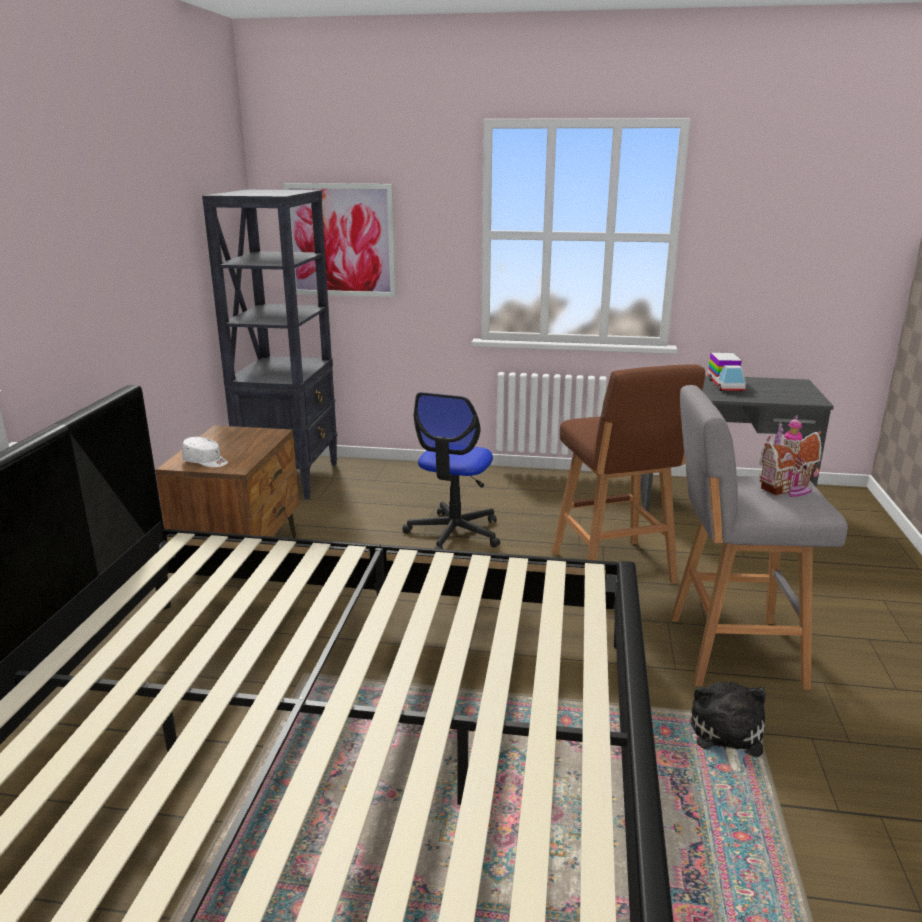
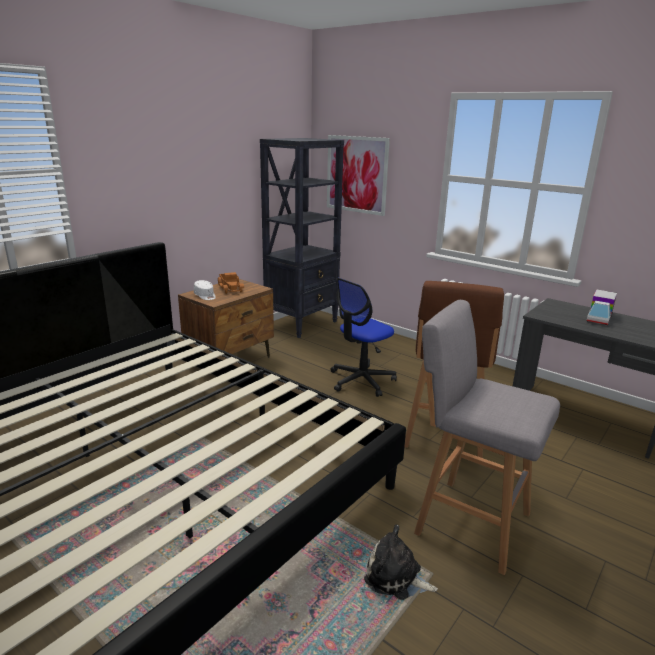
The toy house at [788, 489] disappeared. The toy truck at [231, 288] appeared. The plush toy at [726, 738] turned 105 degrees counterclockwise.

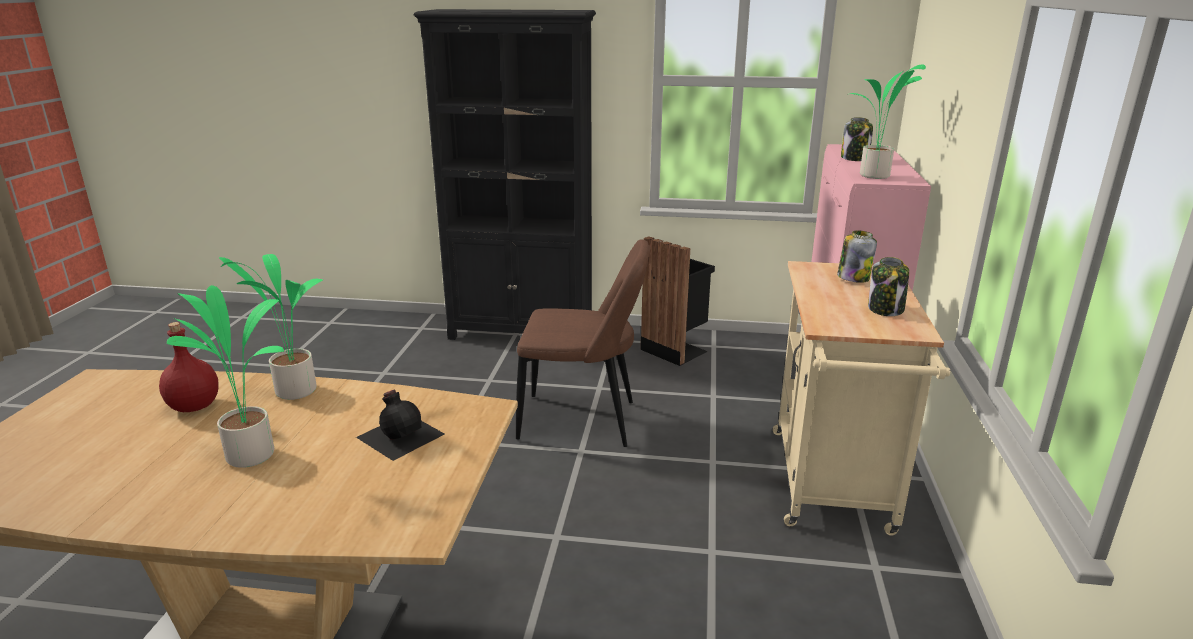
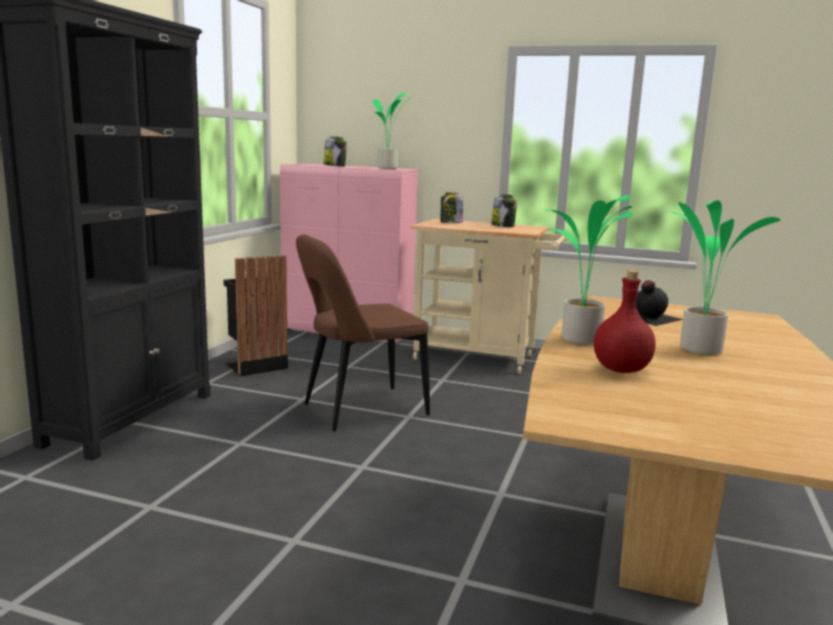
The brown chair at [583, 421] turned 135 degrees counterclockwise.

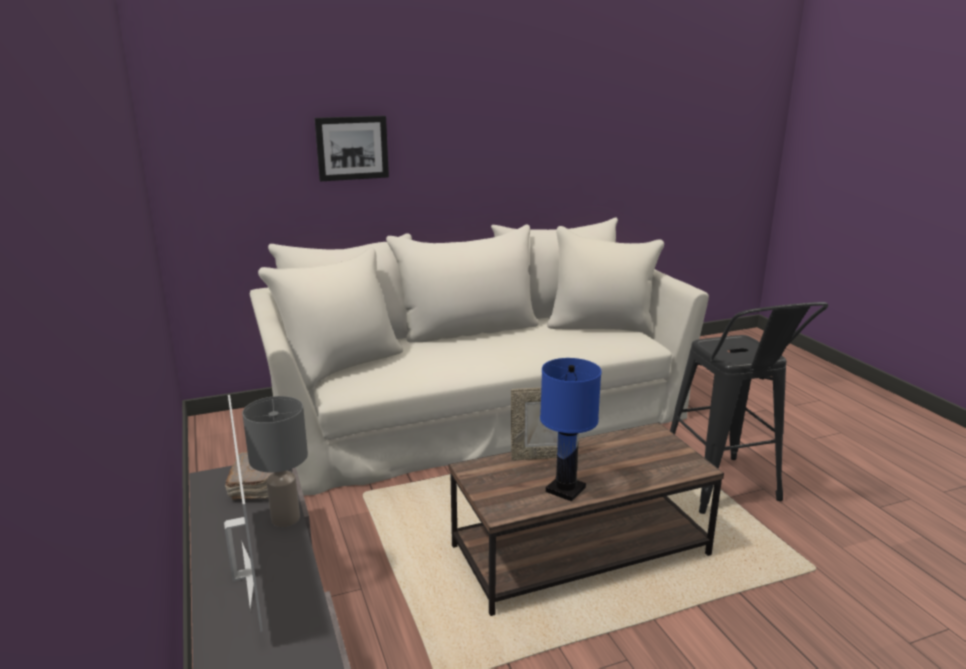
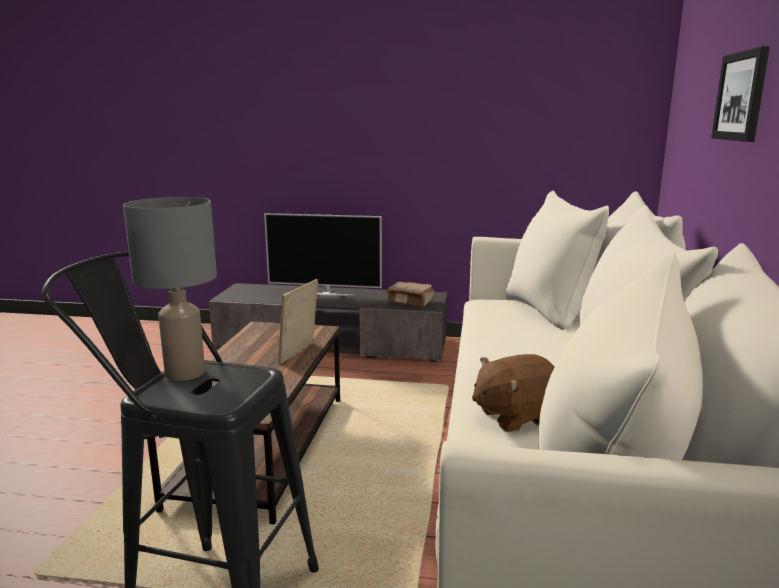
The blue table lamp at [566, 489] disappeared. The brown plush toy at [515, 416] appeared. The grey table lamp moved from [285, 518] to [186, 373].

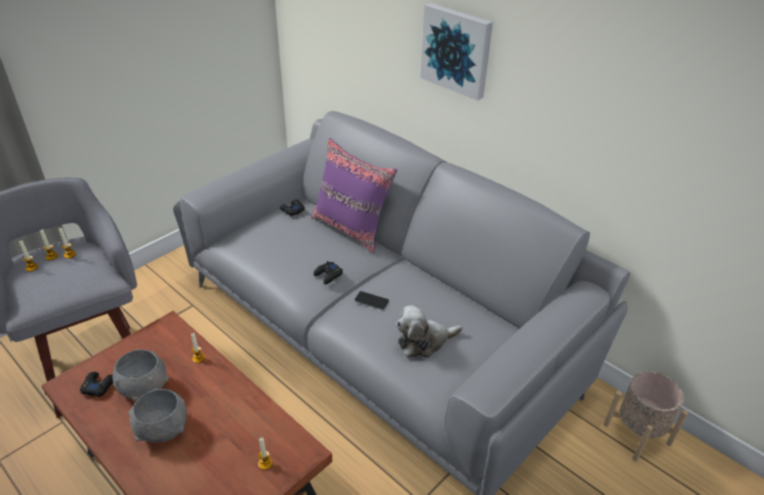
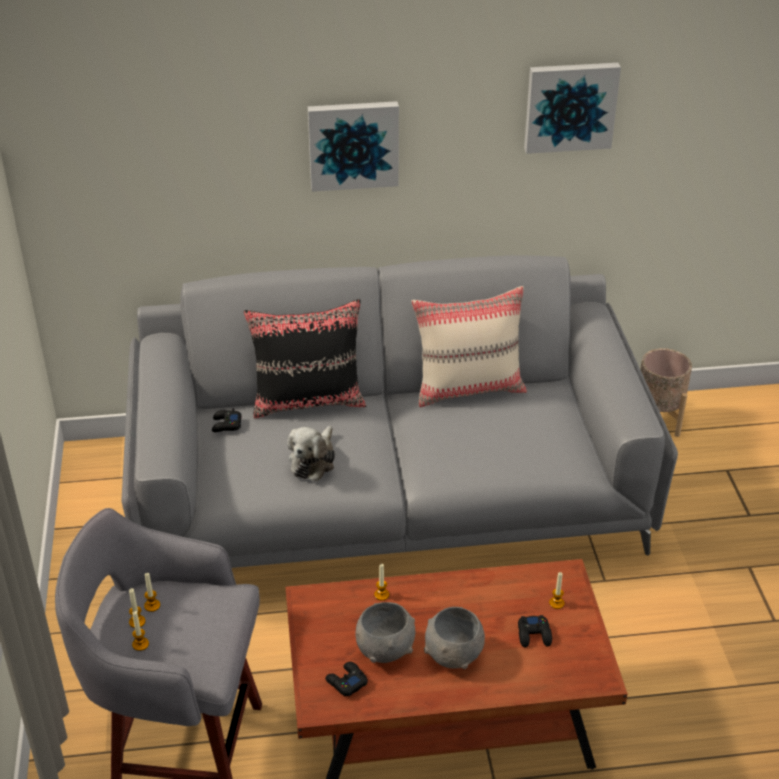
The phone at [371, 301] disappeared. The beige pillow at [469, 388] appeared. The picture at [570, 106] appeared. The black game controller moved from [328, 275] to [534, 635]. The plush toy moved from [424, 342] to [313, 461]. The purple pillow at [351, 228] became the black pillow at [308, 401].

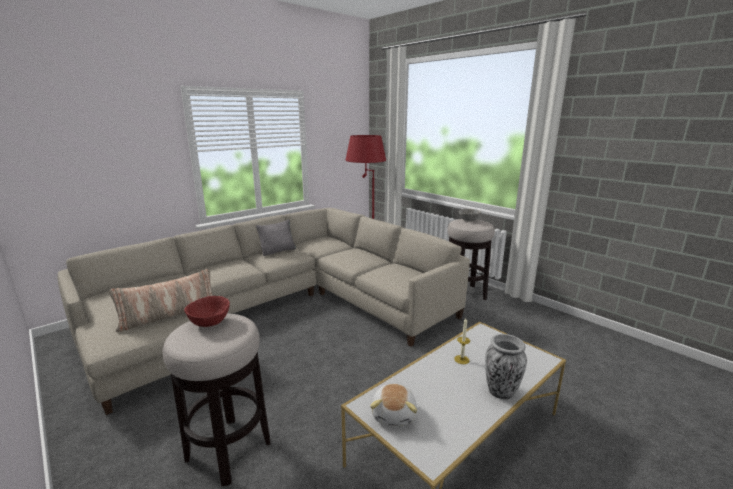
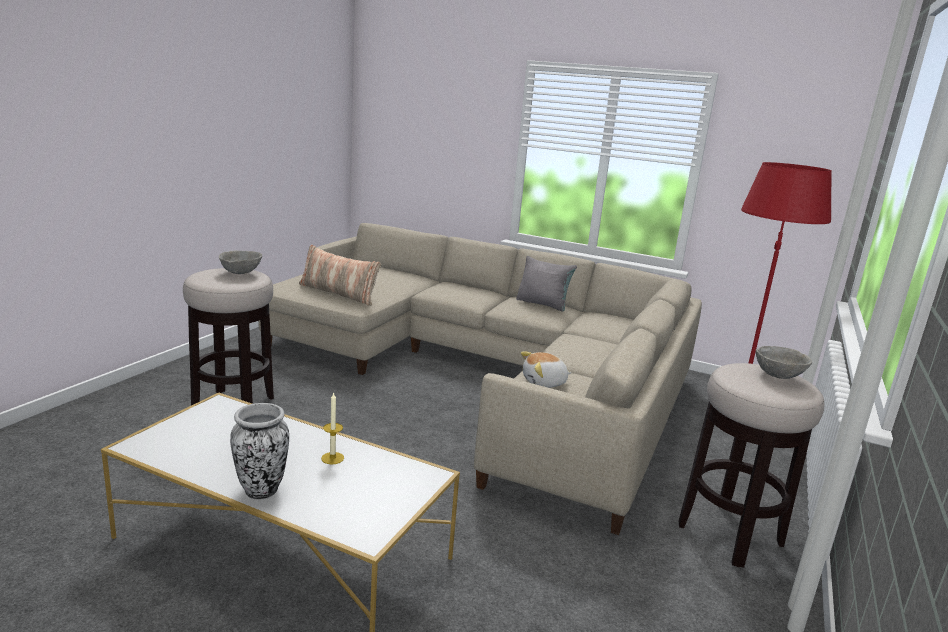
The plush toy moved from [395, 414] to [544, 383]. The red bowl at [210, 322] became the grey bowl at [241, 273].

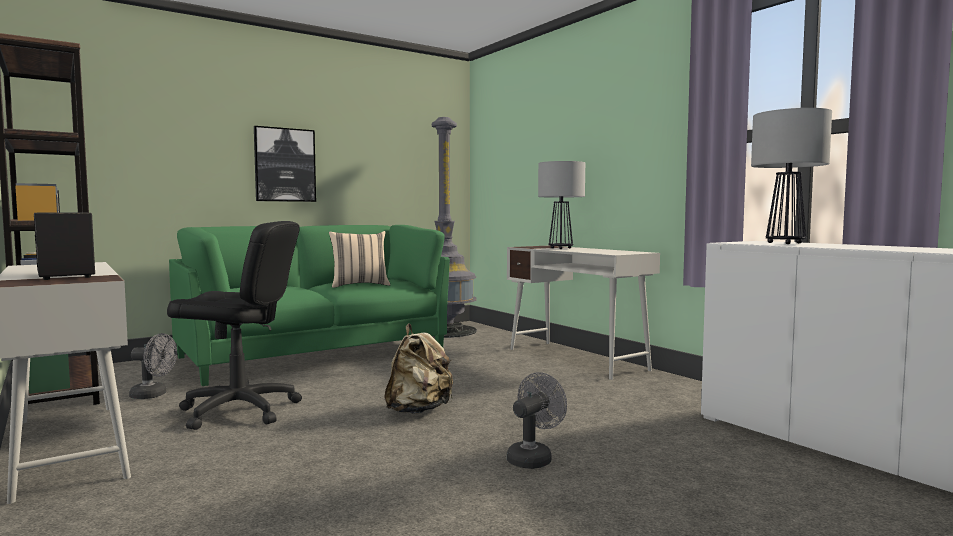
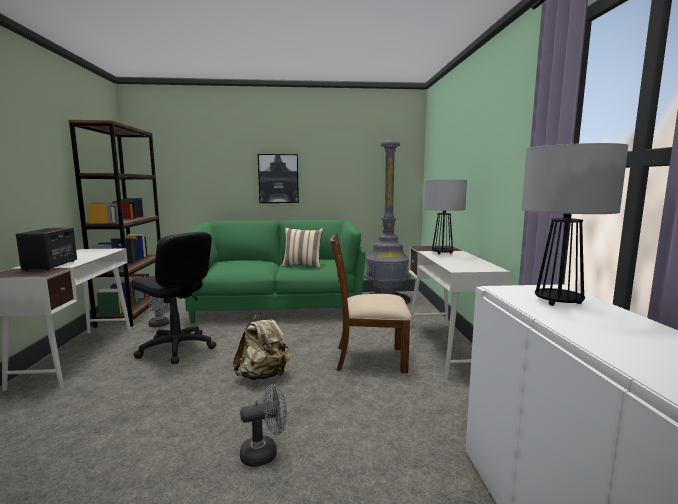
The brown chair at [369, 358] appeared.

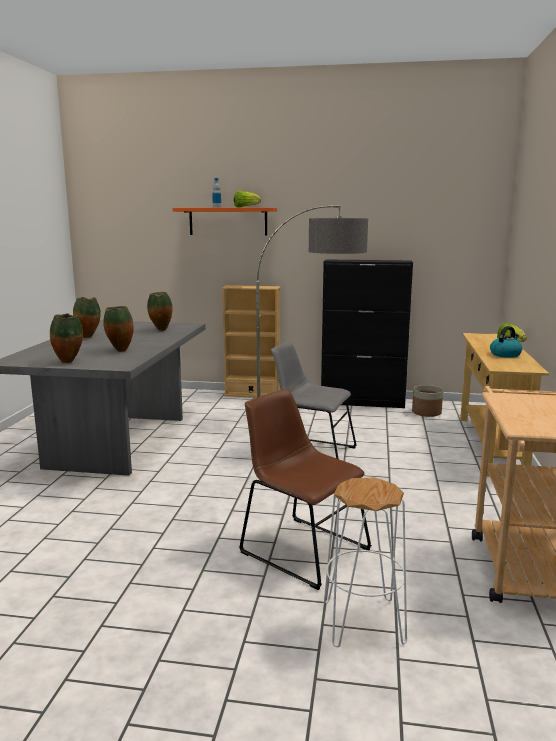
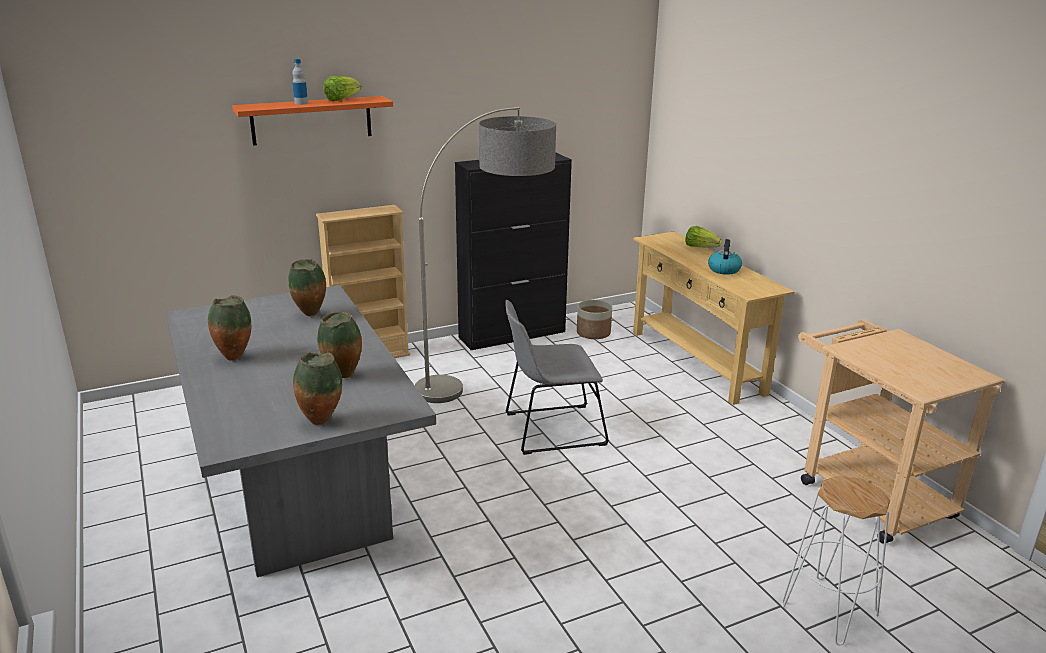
The brown chair at [300, 548] disappeared.

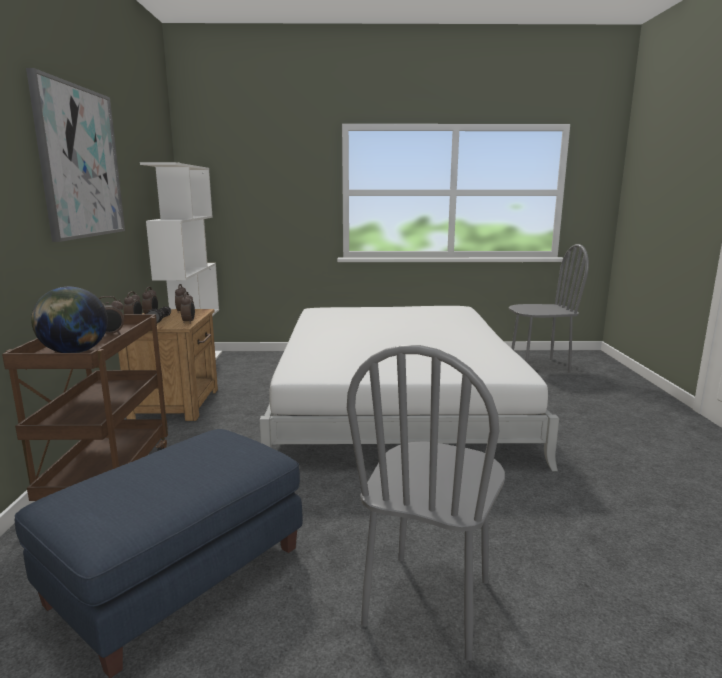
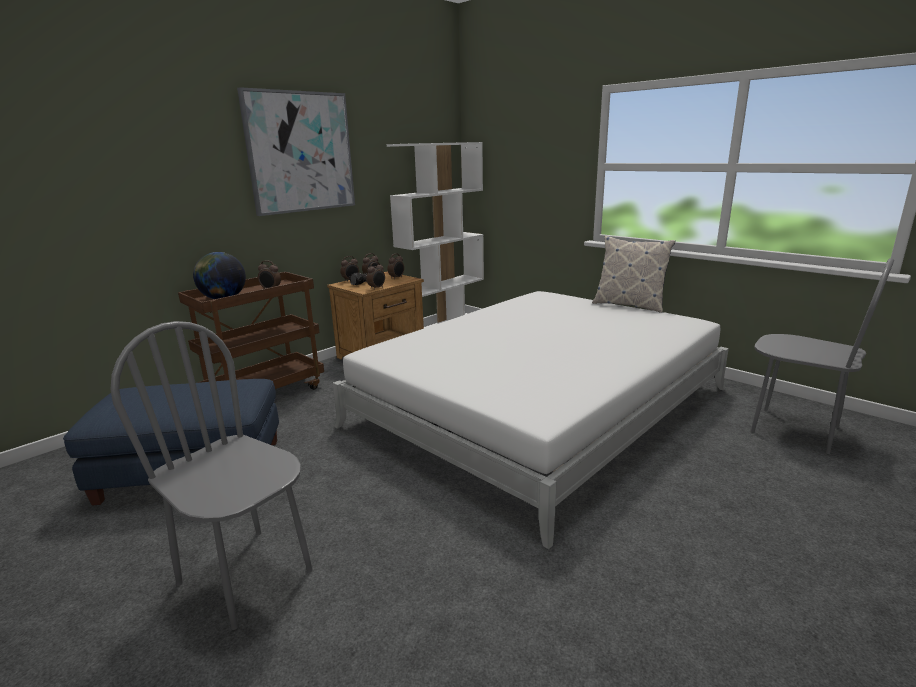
The pillow at [629, 305] appeared. The grey chair at [429, 602] turned 60 degrees clockwise.

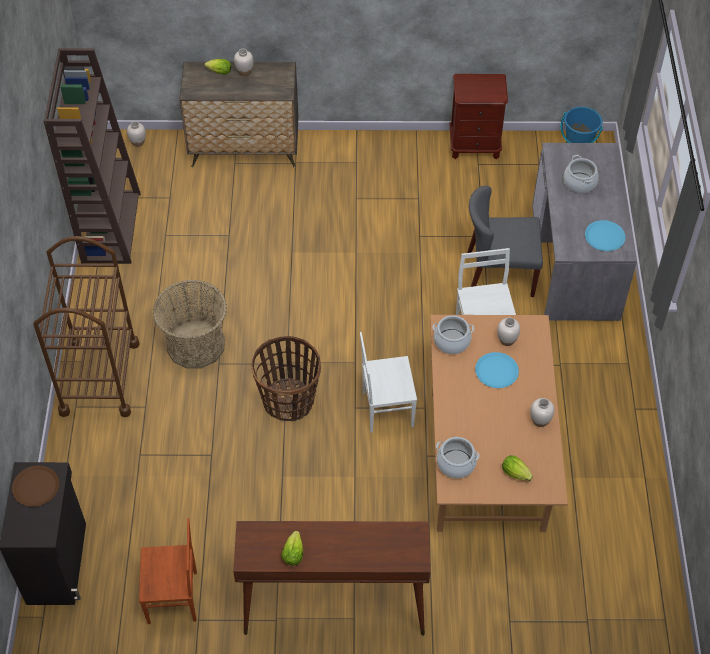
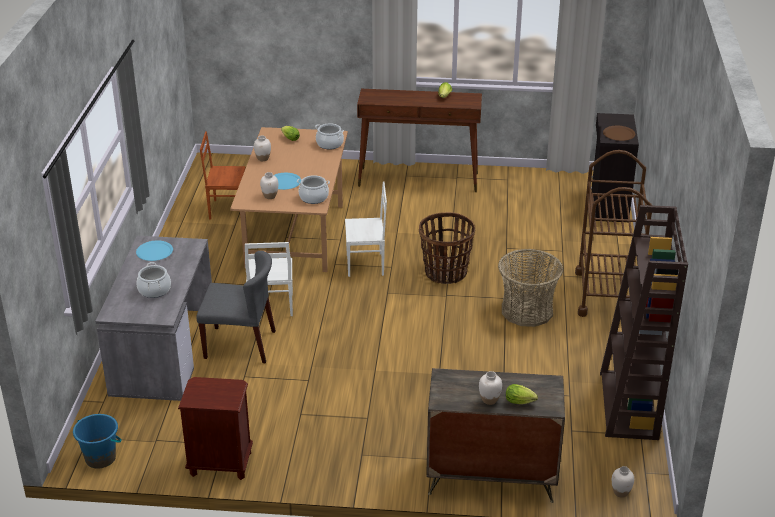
The brown chair moved from [174, 598] to [227, 209].

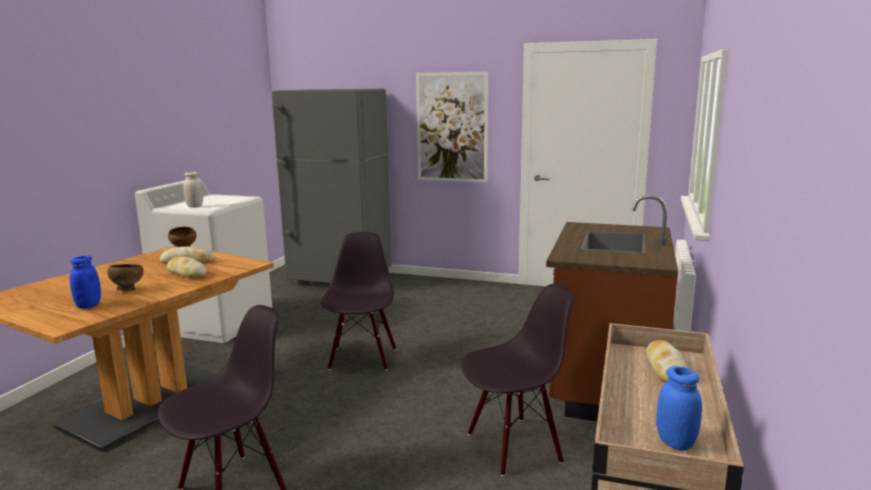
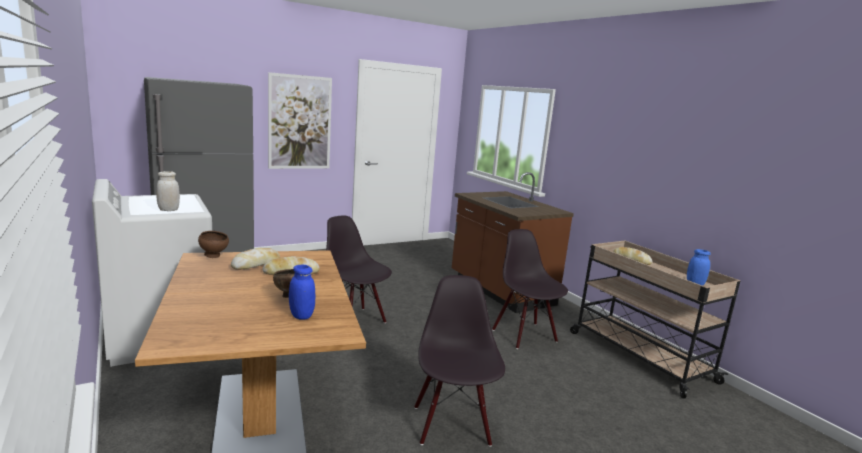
The black chair at [514, 446] turned 45 degrees counterclockwise.

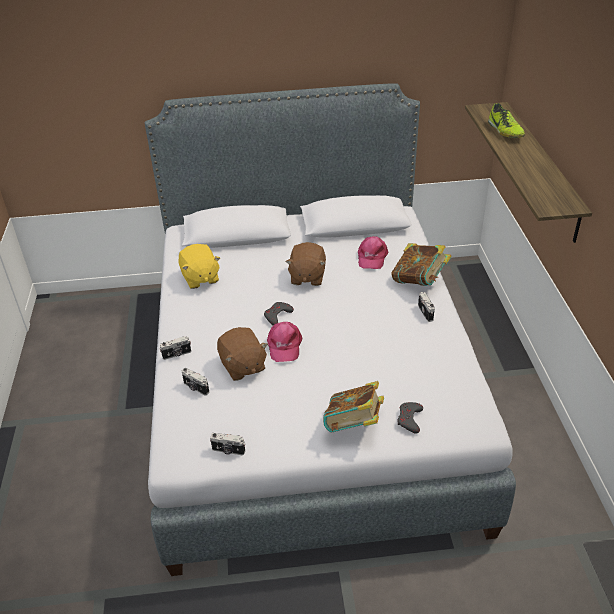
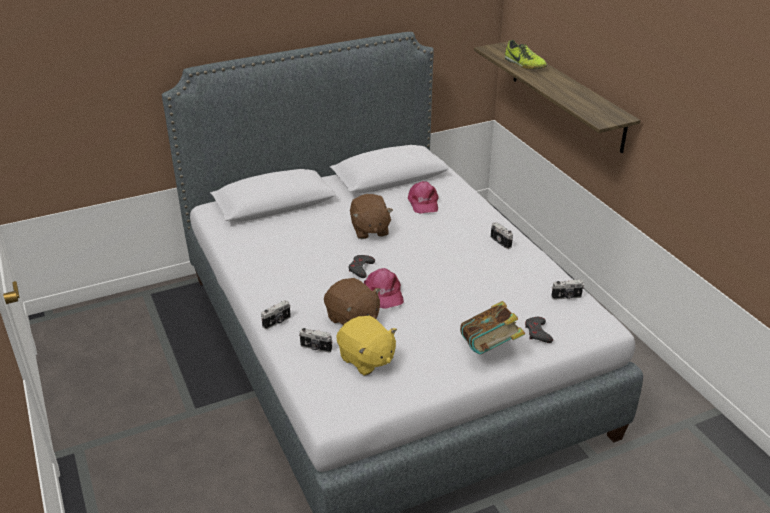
The book at [419, 281] disappeared. The yellow plush toy moved from [200, 278] to [366, 359]. The photo camera moved from [228, 451] to [566, 297].

